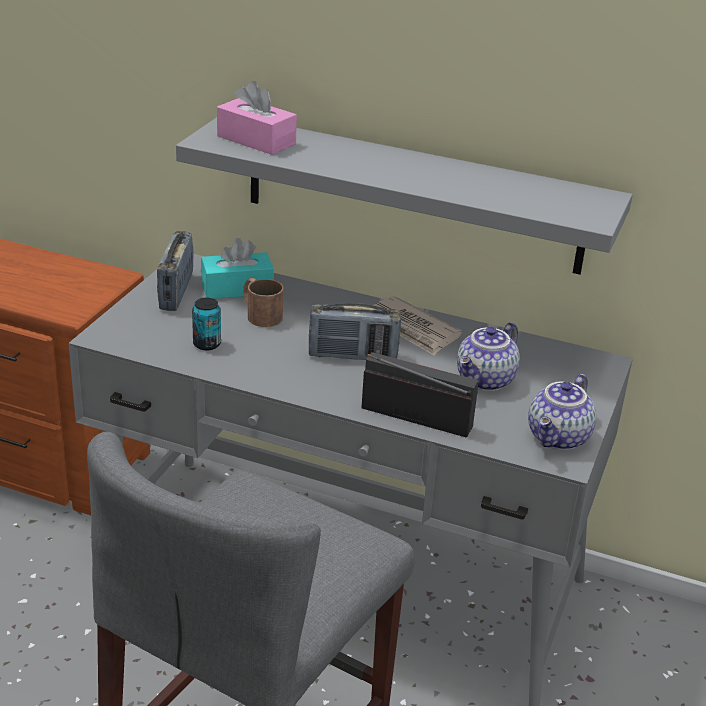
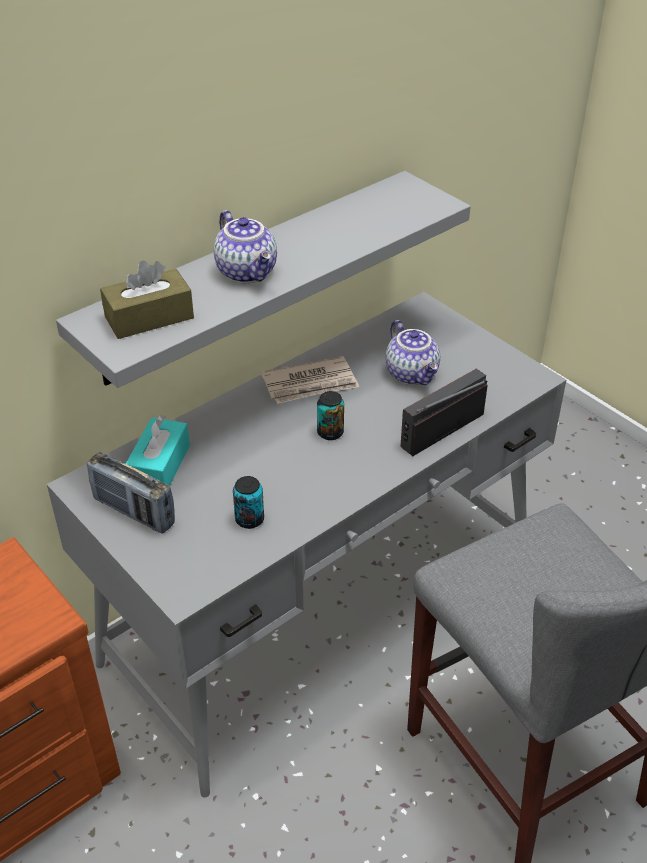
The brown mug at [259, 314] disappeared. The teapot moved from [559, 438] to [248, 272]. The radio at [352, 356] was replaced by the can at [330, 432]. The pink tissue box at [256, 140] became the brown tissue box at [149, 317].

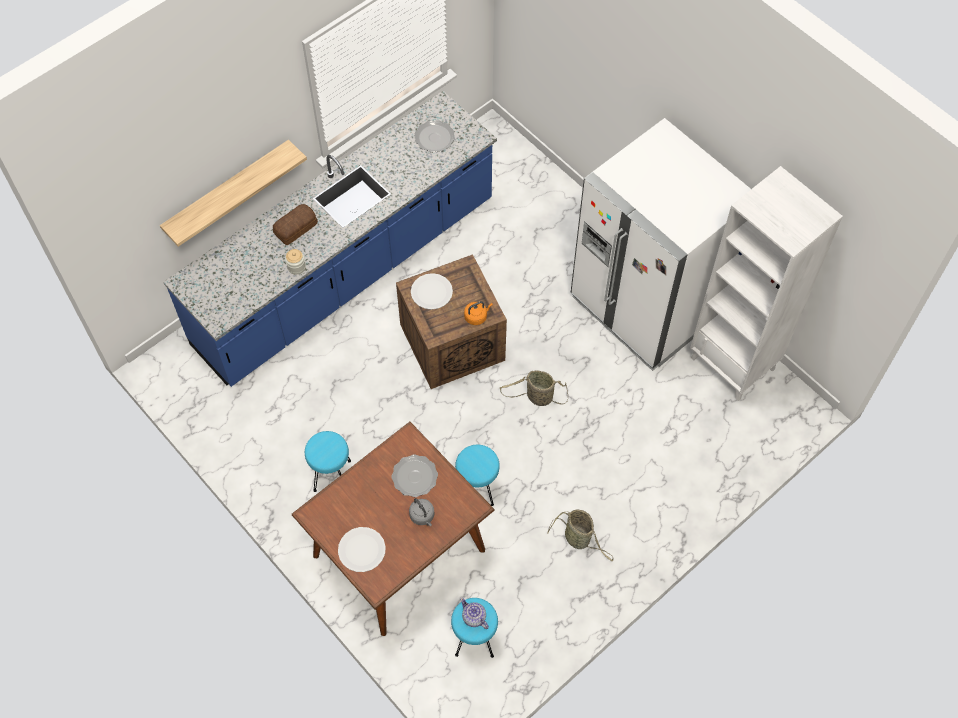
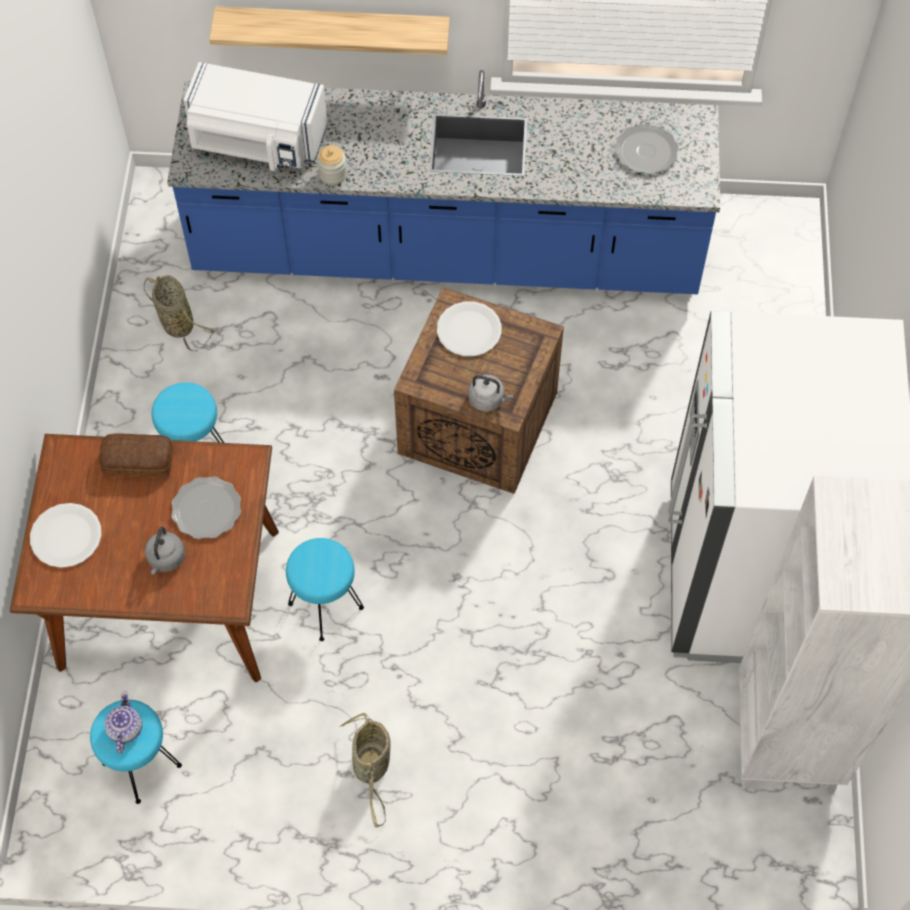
The white microwave at [257, 142] appeared. The bread moved from [296, 228] to [139, 462]. The basket moved from [537, 397] to [176, 322]. The orange kettle at [477, 316] became the grey kettle at [488, 400].

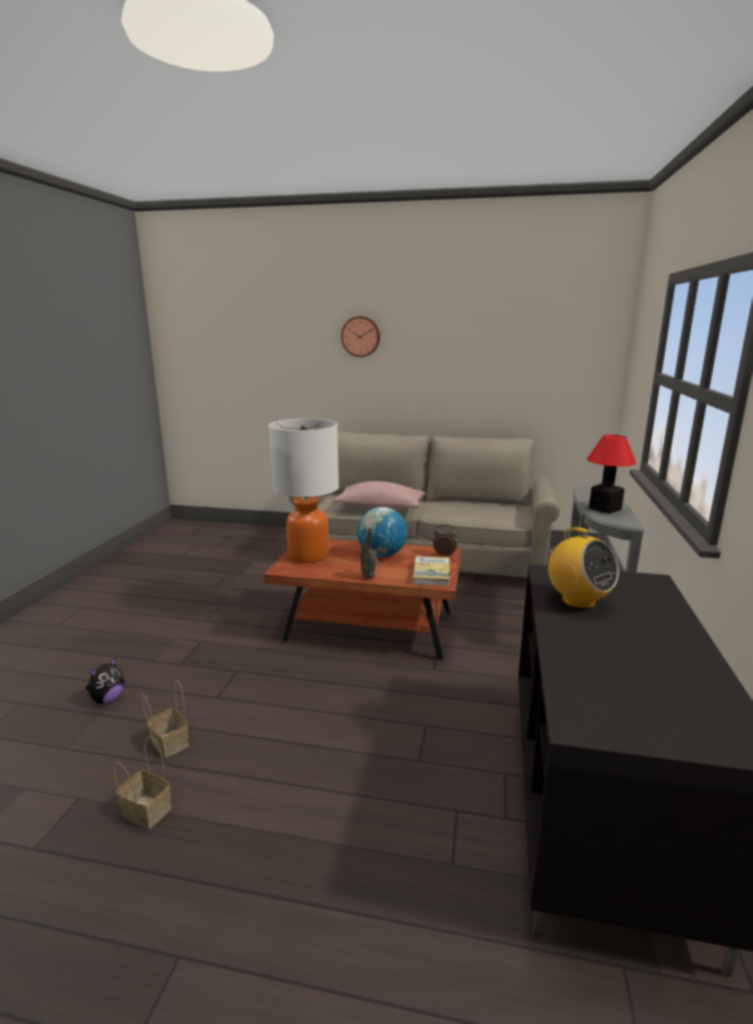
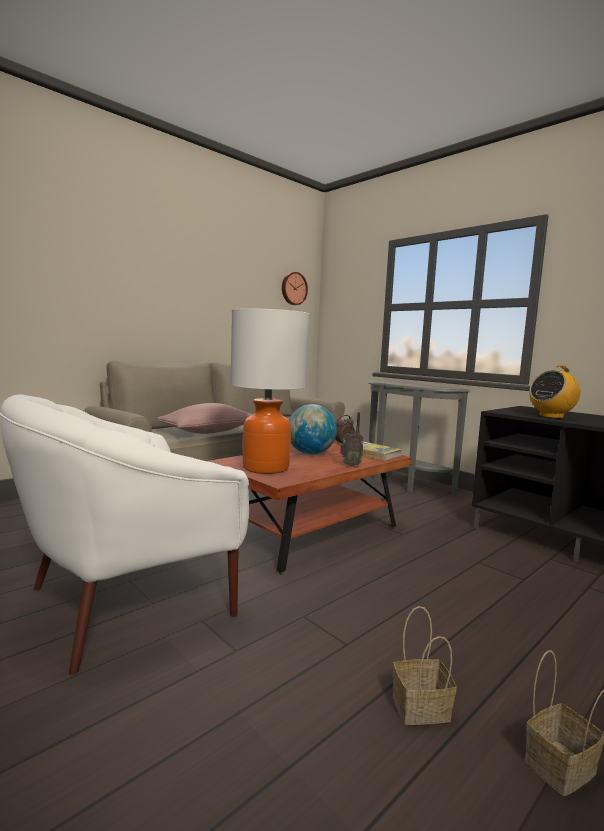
The plush toy at [108, 699] disappeared. The table lamp at [604, 508] disappeared. The white armchair at [129, 600] appeared. The wall clock moved from [360, 336] to [293, 288]. The radio at [577, 601] turned 150 degrees clockwise.

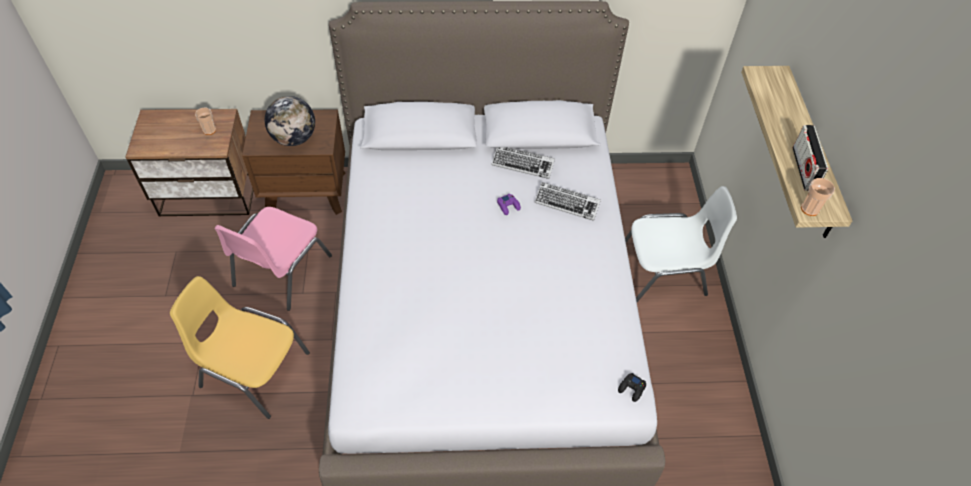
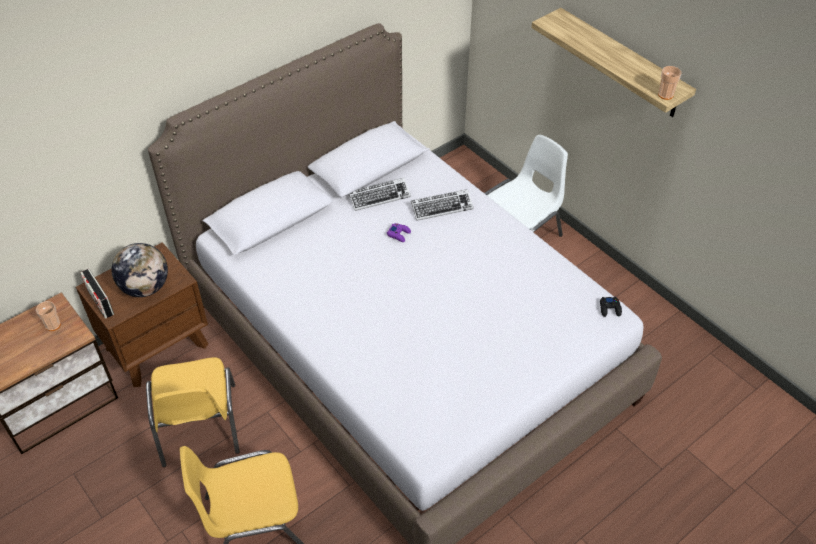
The radio moved from [803, 169] to [100, 302]. The pink chair at [280, 271] became the yellow chair at [198, 426].

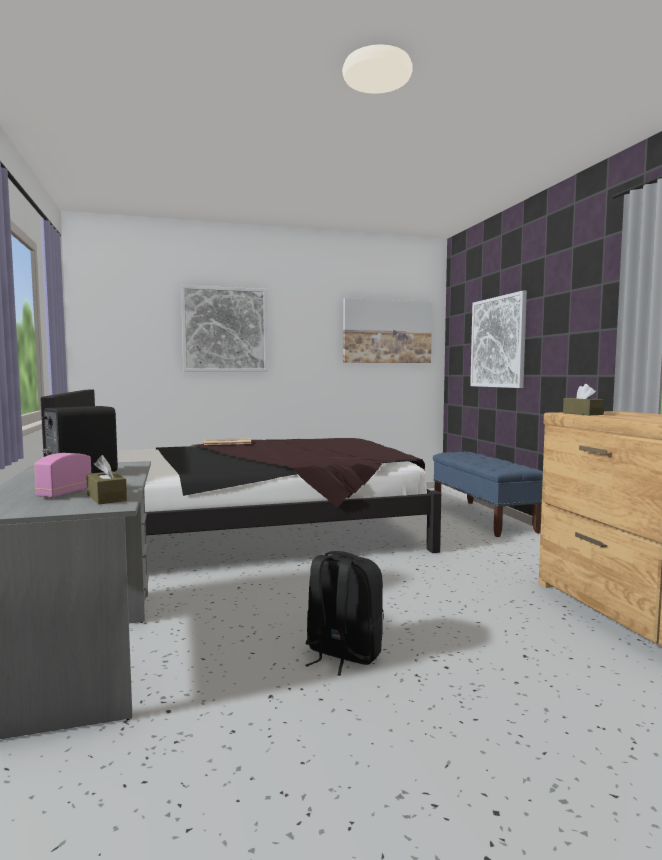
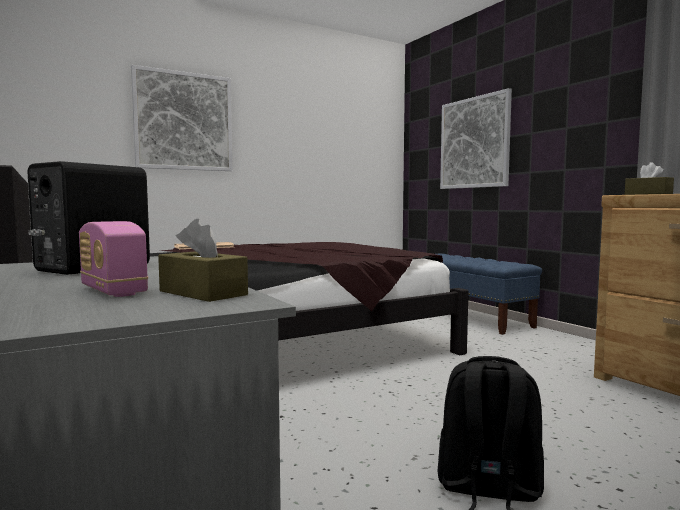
The picture at [387, 331] disappeared. The radio at [65, 493] turned 45 degrees counterclockwise.

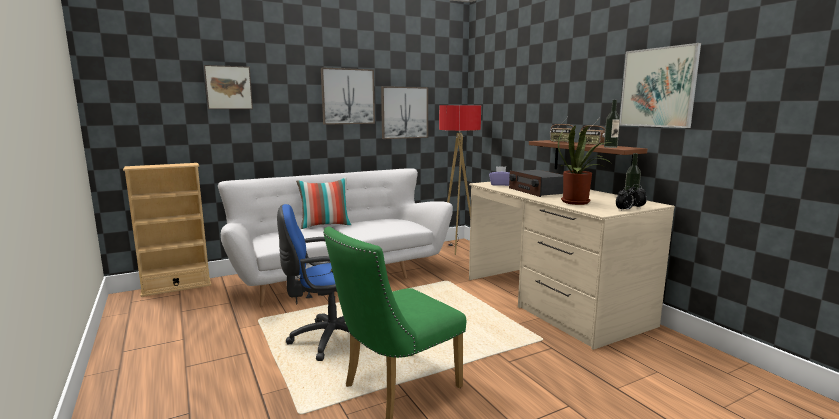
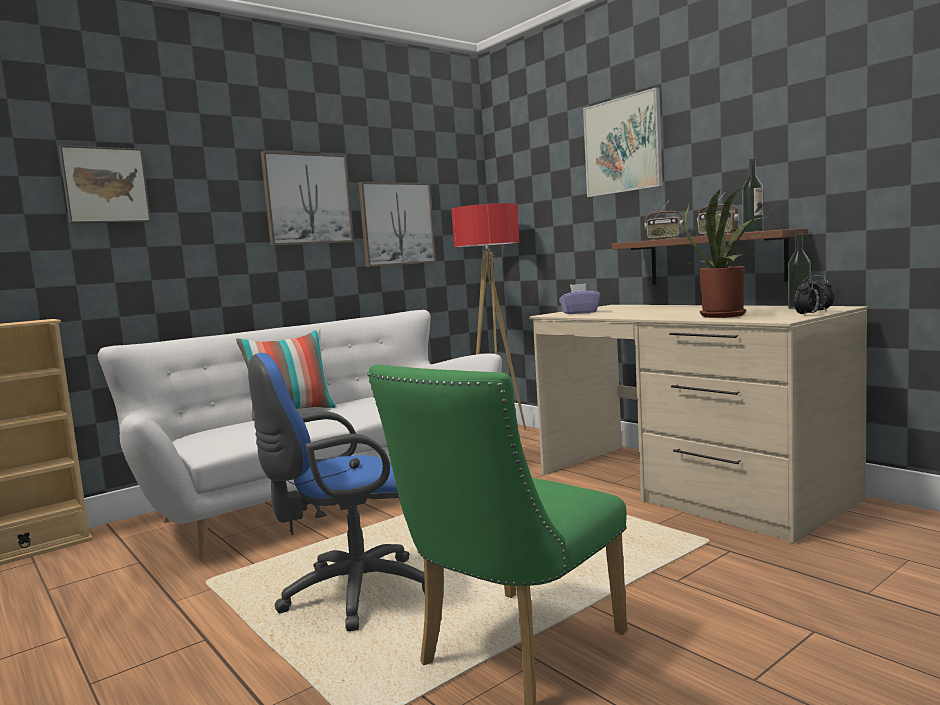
The radio at [537, 191] disappeared. The picture moved from [658, 87] to [622, 145].

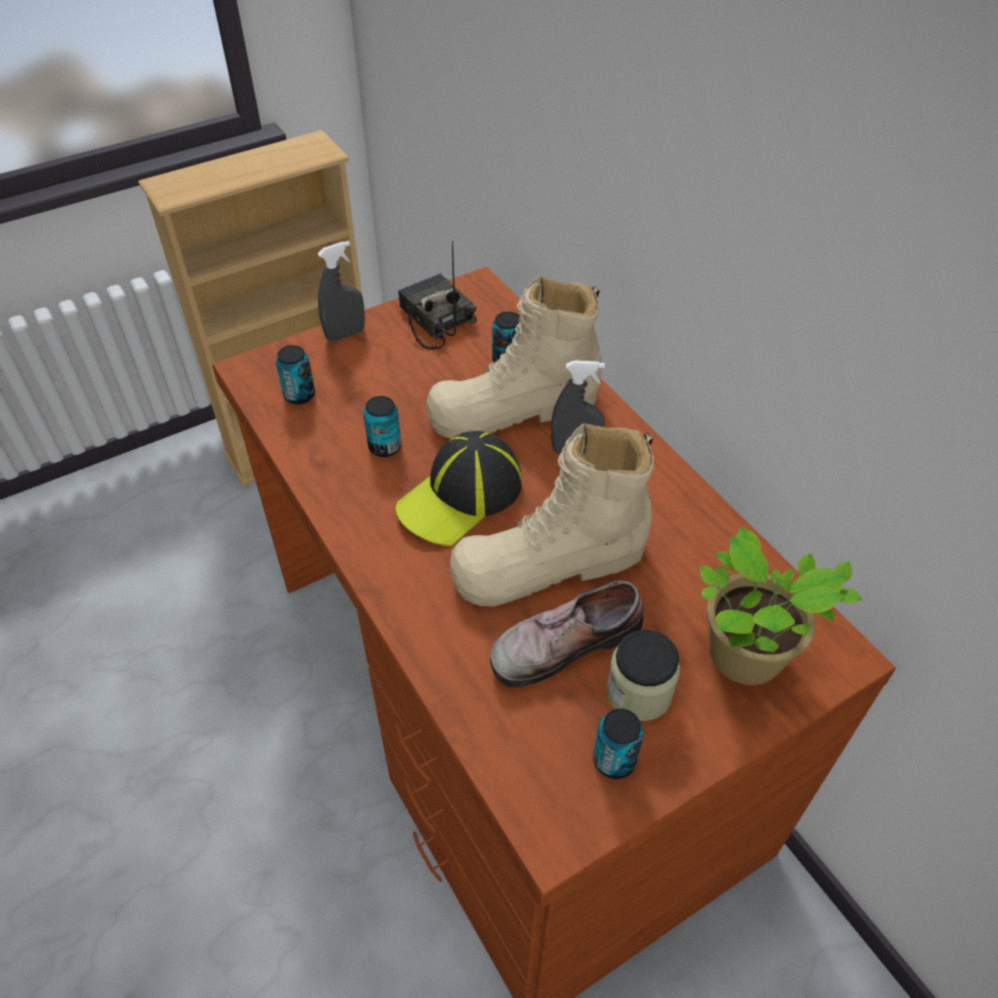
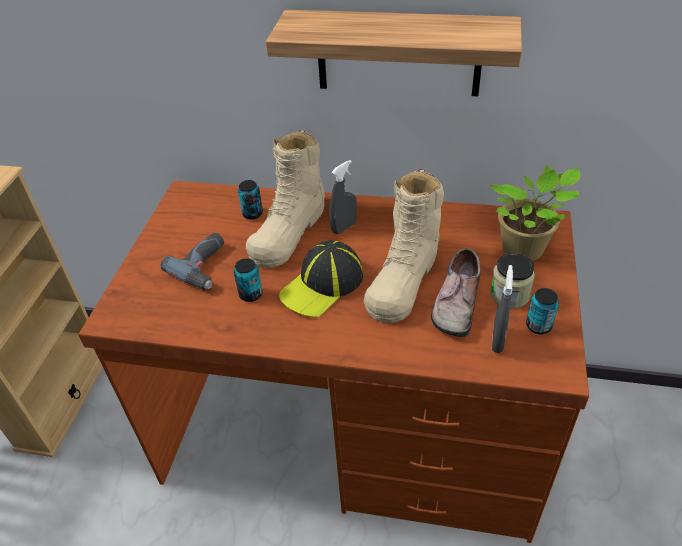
The can at [299, 395] disappeared. The radio at [434, 319] disappeared. The power drill at [206, 267] appeared. The shelf at [398, 53] appeared. The grey spray bottle moved from [345, 334] to [497, 341]. The cap at [461, 496] turned 45 degrees clockwise.

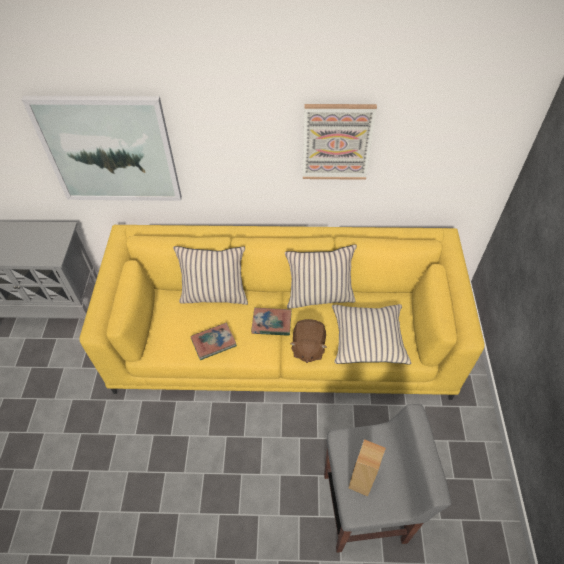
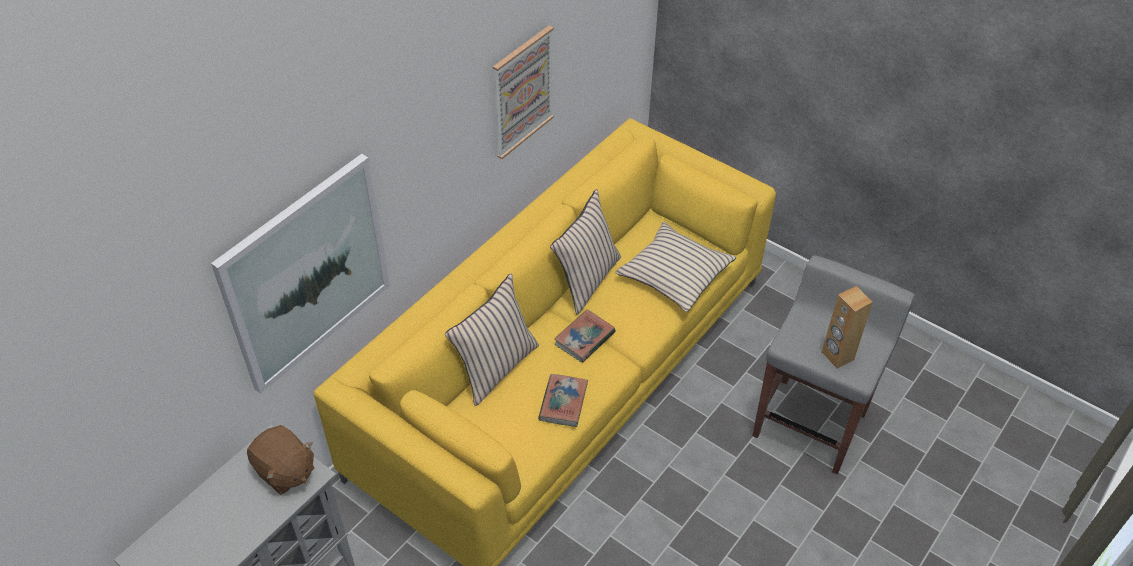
The brown plush toy moved from [308, 348] to [285, 471].

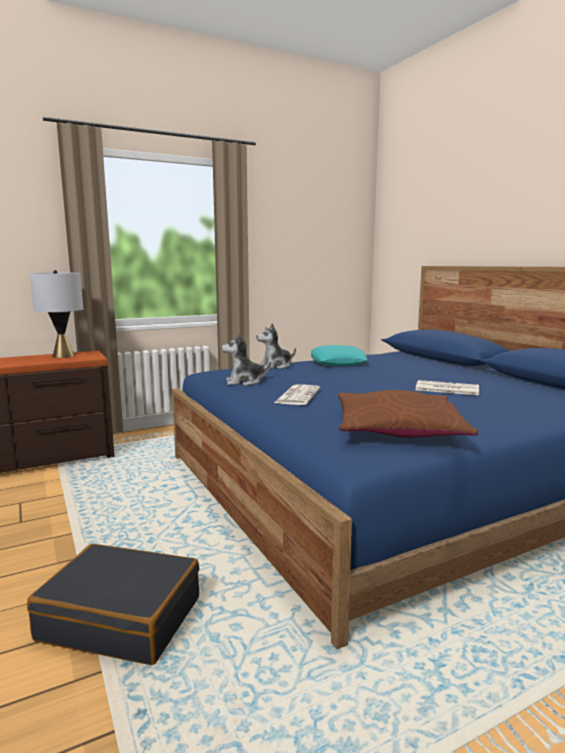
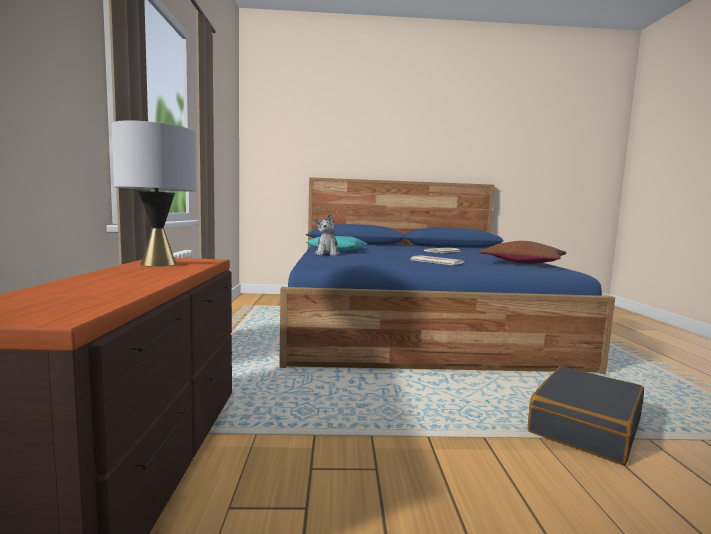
The plush toy at [244, 382] disappeared.

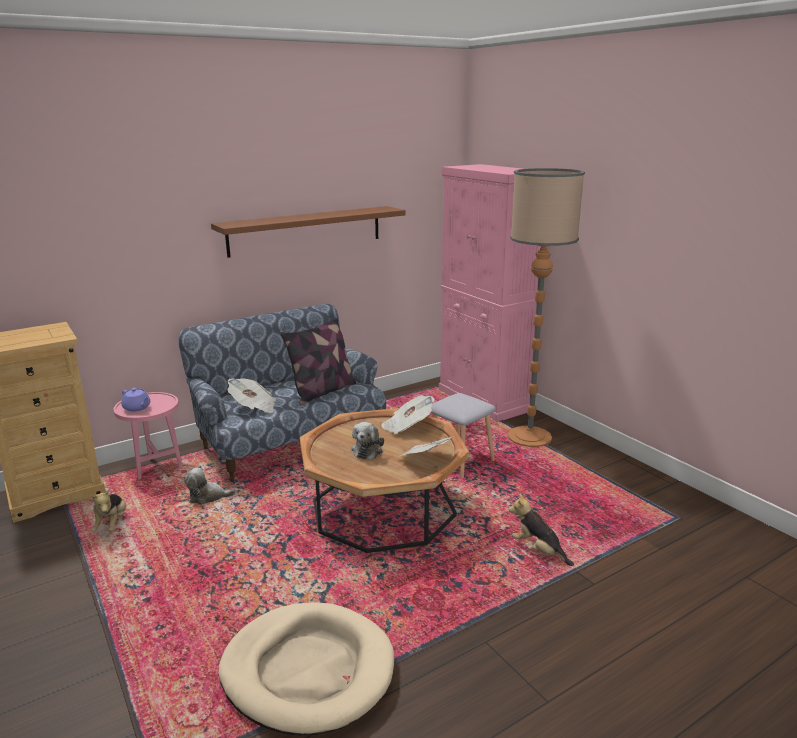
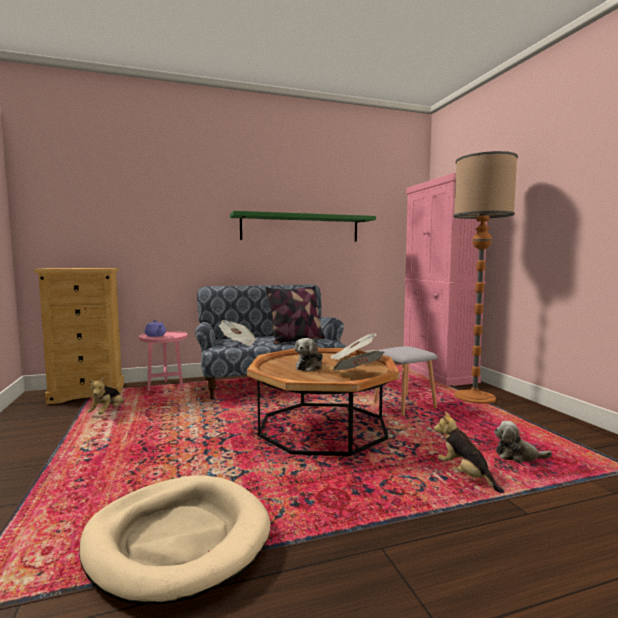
The plush toy moved from [208, 497] to [517, 456]. The brown shelf at [306, 230] became the green shelf at [300, 228].

